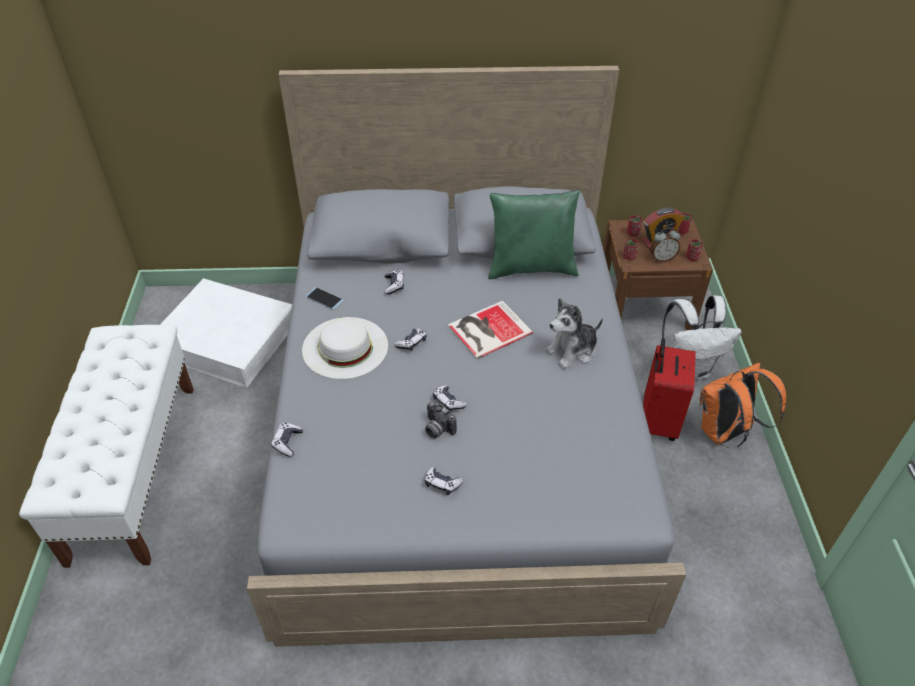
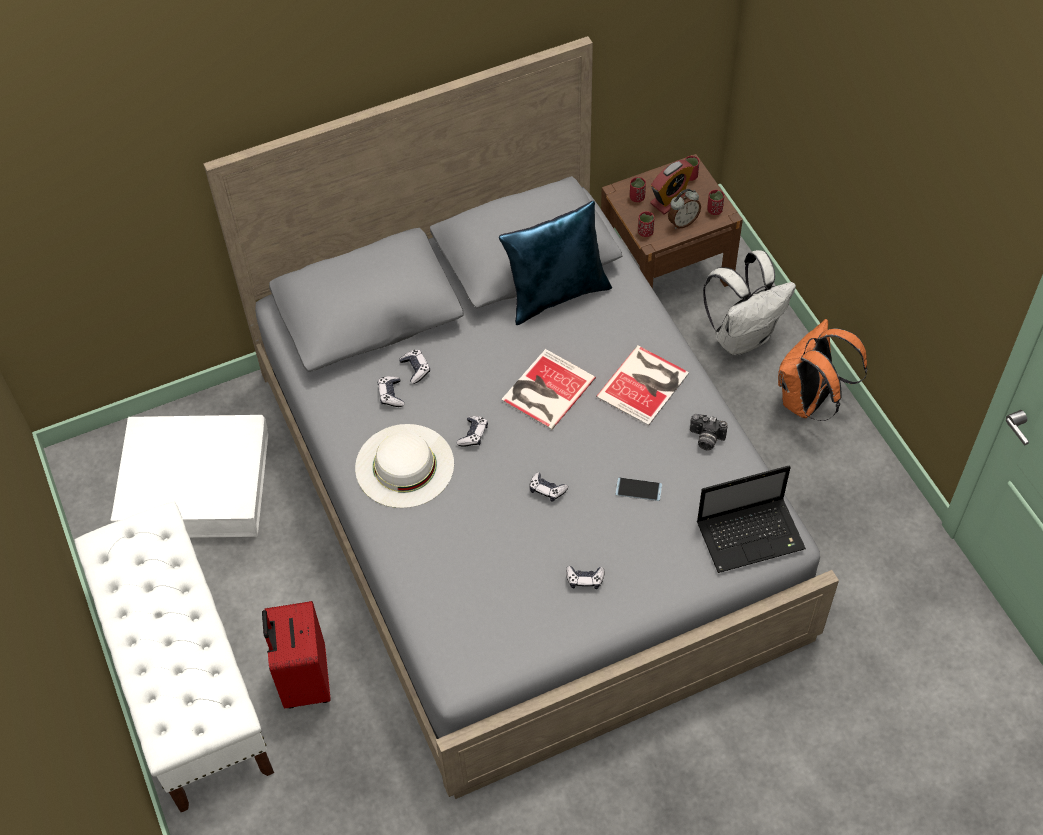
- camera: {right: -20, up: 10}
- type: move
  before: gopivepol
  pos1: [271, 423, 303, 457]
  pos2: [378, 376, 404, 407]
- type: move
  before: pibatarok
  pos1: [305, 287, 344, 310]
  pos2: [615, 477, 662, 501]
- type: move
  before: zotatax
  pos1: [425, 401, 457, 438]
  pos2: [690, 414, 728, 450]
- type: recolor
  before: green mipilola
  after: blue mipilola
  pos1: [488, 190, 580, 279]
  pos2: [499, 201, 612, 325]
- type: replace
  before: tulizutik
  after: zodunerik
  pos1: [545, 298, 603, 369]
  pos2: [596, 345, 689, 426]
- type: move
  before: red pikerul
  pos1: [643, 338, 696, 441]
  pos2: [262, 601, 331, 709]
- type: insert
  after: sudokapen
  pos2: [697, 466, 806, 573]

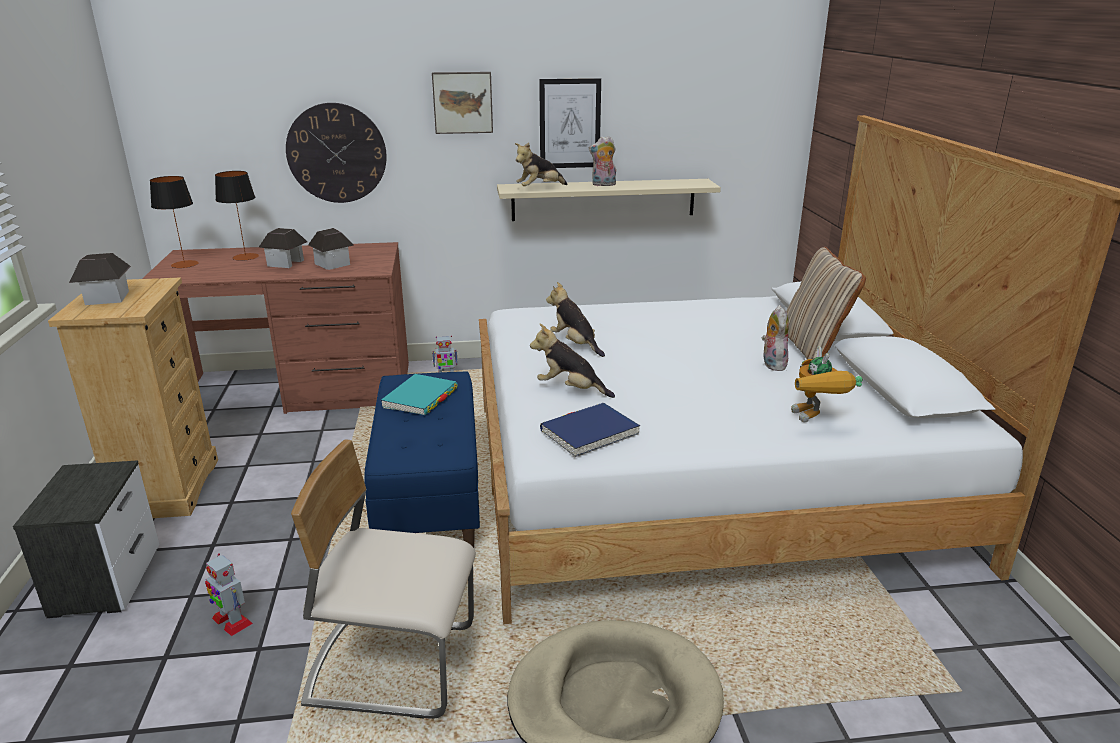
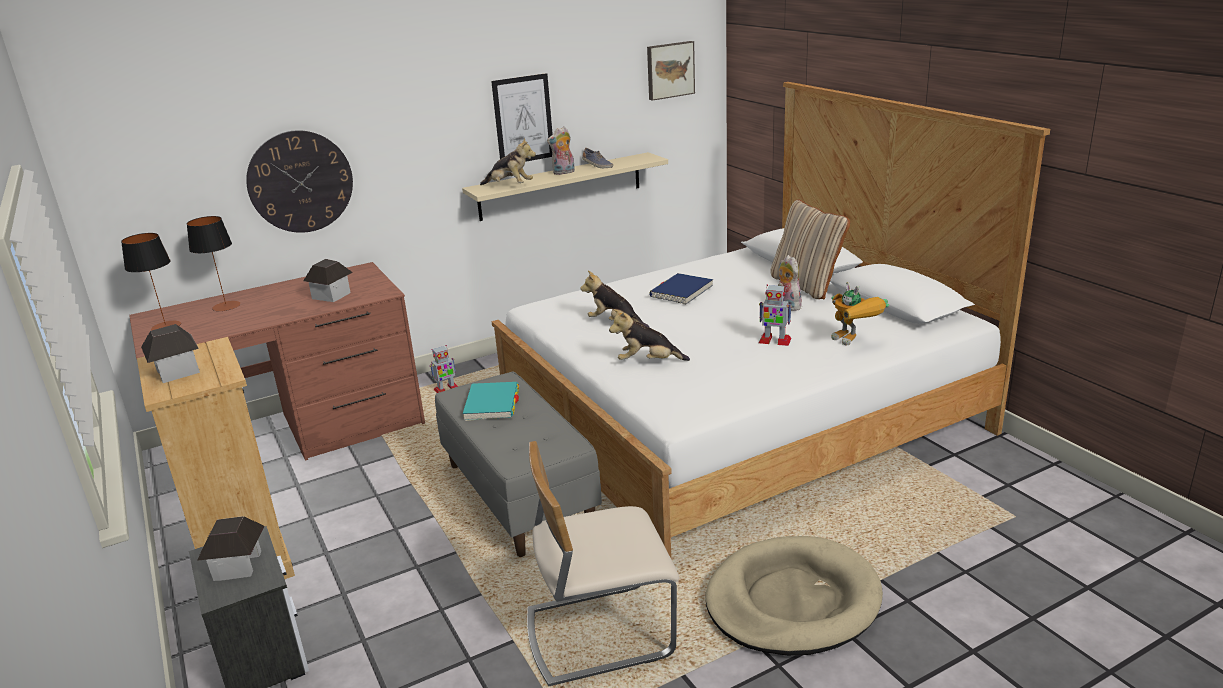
- camera: {right: -20, up: 0}
- type: move
  before: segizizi
  pos1: [205, 553, 253, 636]
  pos2: [759, 284, 792, 346]
- type: move
  before: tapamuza
  pos1: [258, 228, 307, 268]
  pos2: [197, 516, 264, 581]
- type: recolor
  before: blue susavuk
  after: grey susavuk
  pos1: [365, 371, 480, 548]
  pos2: [435, 372, 602, 557]
- type: move
  before: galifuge
  pos1: [432, 72, 493, 134]
  pos2: [647, 41, 695, 101]
- type: rotate
  before: tulizutik
  pos1: [515, 143, 567, 186]
  pos2: [480, 138, 536, 185]
  turn: -105
- type: move
  before: blue zodunerik
  pos1: [540, 403, 640, 457]
  pos2: [649, 273, 713, 305]
- type: insert
  after: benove
  pos2: [582, 148, 613, 168]

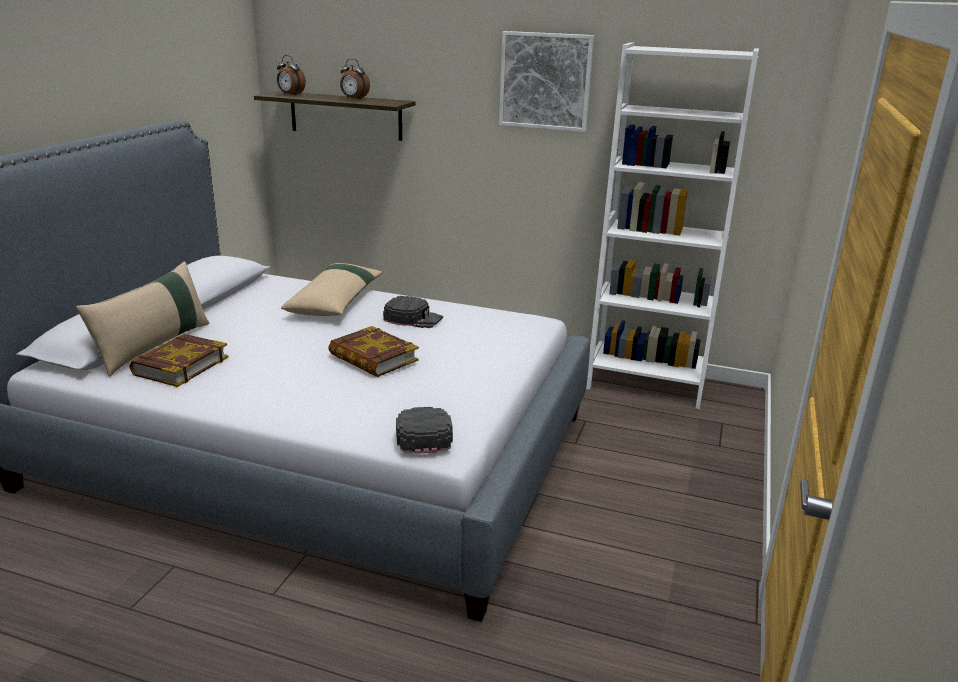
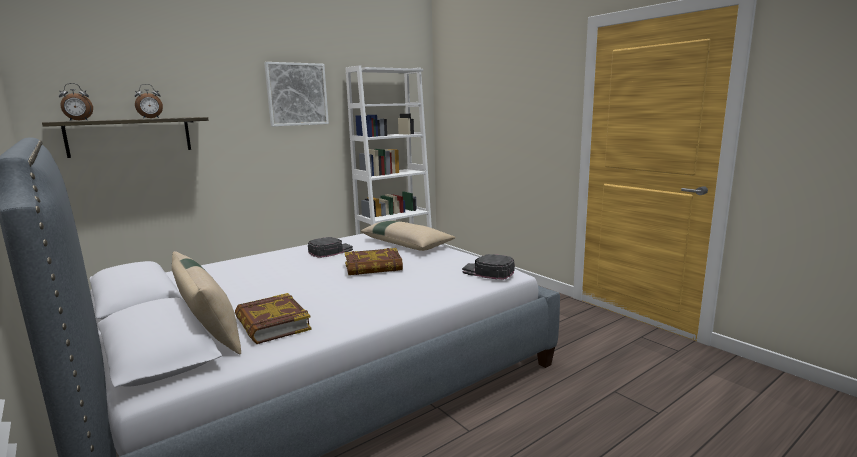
- camera: {right: -55, up: -10}
- type: move
  before: beige mipilola
  pos1: [281, 263, 383, 316]
  pos2: [361, 221, 456, 251]

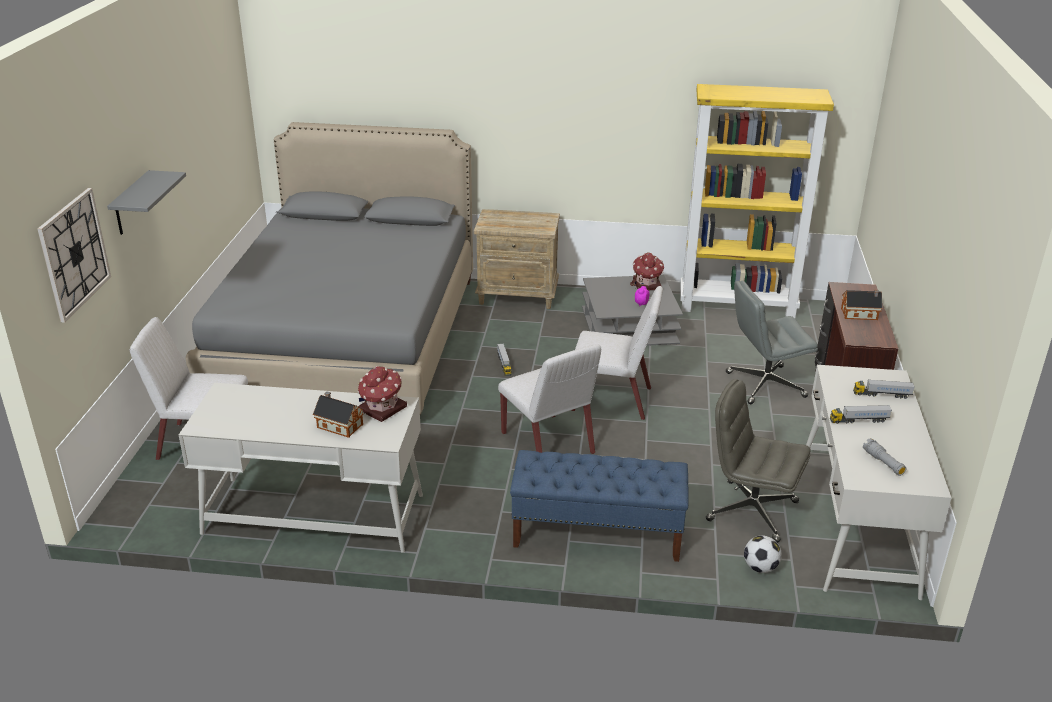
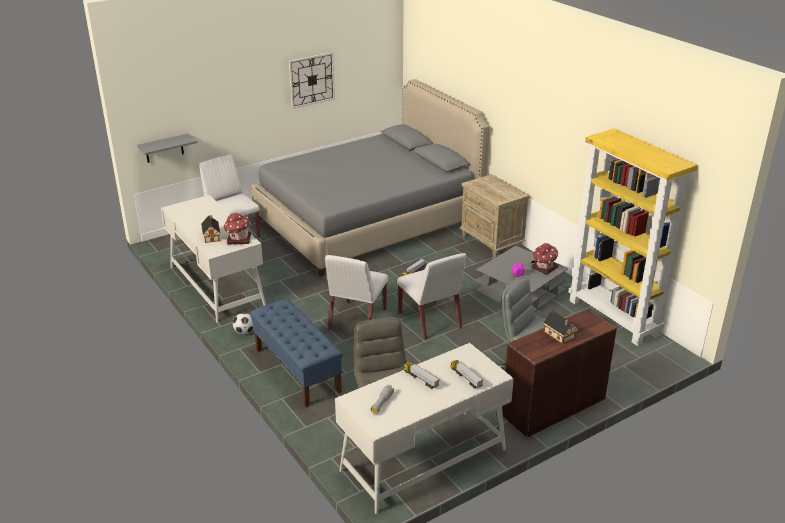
- camera: {right: 50, up: 0}
- type: move
  before: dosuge
  pos1: [37, 188, 111, 323]
  pos2: [289, 52, 335, 109]
- type: move
  before: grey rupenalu
  pos1: [107, 170, 186, 235]
  pos2: [137, 133, 198, 163]
- type: move
  before: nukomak
  pos1: [744, 536, 782, 573]
  pos2: [233, 313, 253, 335]

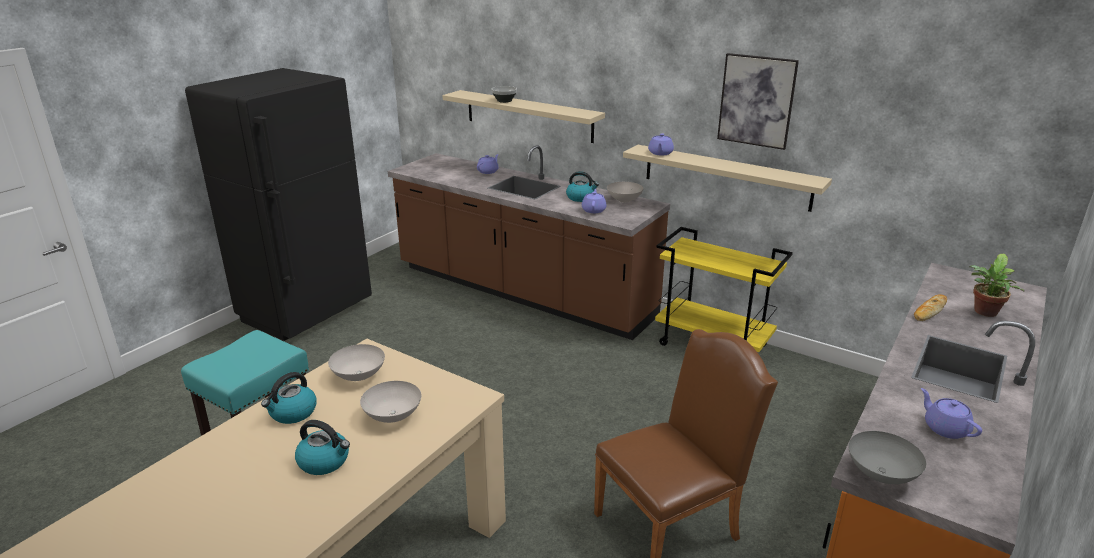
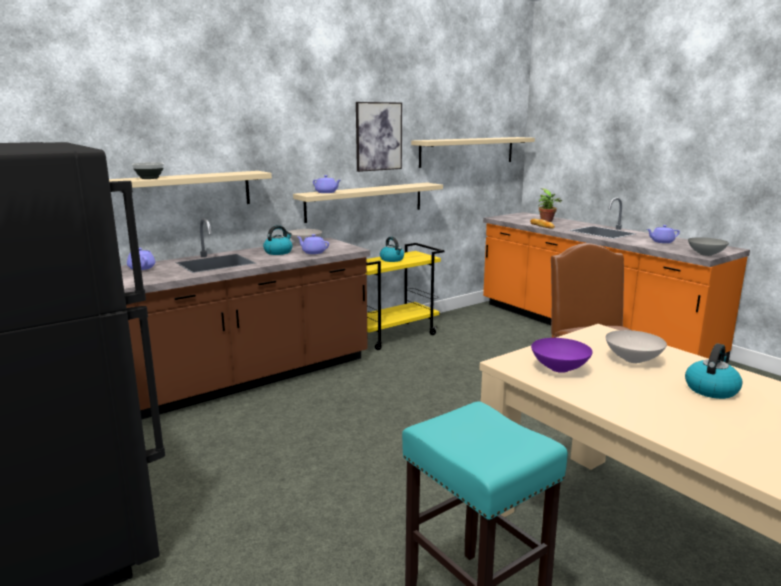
- camera: {right: -70, up: -10}
- type: move
  before: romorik
  pos1: [261, 372, 317, 424]
  pos2: [380, 237, 404, 262]
- type: recolor
  before: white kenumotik
  after: purple kenumotik
  pos1: [328, 344, 385, 381]
  pos2: [531, 338, 593, 373]
- type: insert
  after: beige rupenalu
  pos2: [411, 137, 535, 168]

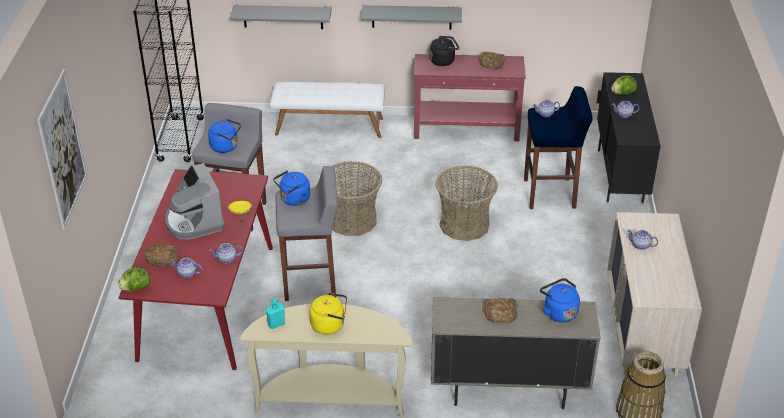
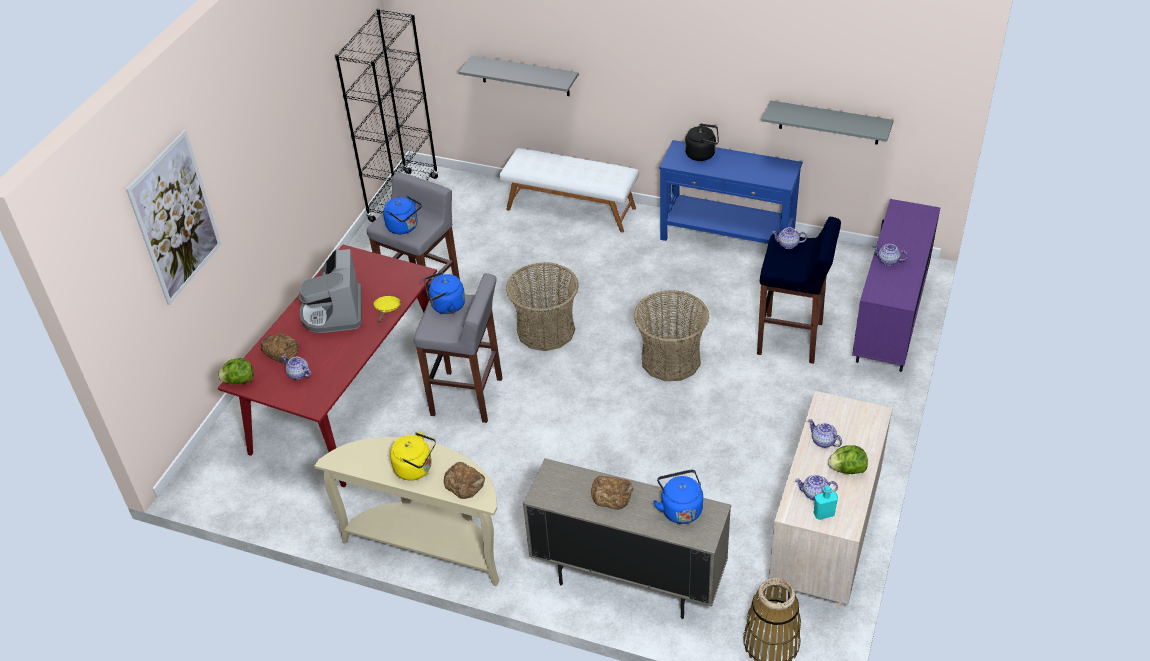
- camera: {right: 20, up: 5}
- type: move
  before: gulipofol
  pos1: [209, 243, 243, 263]
  pos2: [795, 475, 838, 500]
- type: move
  before: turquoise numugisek
  pos1: [266, 298, 285, 329]
  pos2: [814, 486, 838, 520]
- type: move
  before: grey rupenalu
  pos1: [361, 5, 462, 29]
  pos2: [762, 100, 894, 145]
- type: recolor
  before: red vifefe
  after: blue vifefe
  pos1: [414, 54, 526, 141]
  pos2: [659, 140, 802, 244]
- type: move
  before: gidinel
  pos1: [479, 52, 506, 70]
  pos2: [444, 462, 485, 499]
- type: recolor
  before: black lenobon
  after: purple lenobon
  pos1: [597, 72, 661, 203]
  pos2: [852, 199, 940, 372]
- type: move
  before: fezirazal
  pos1: [611, 75, 637, 95]
  pos2: [828, 445, 868, 474]

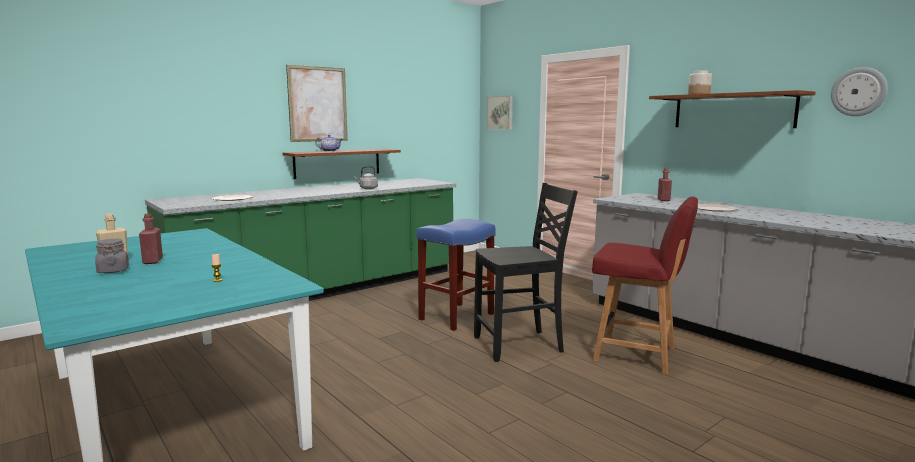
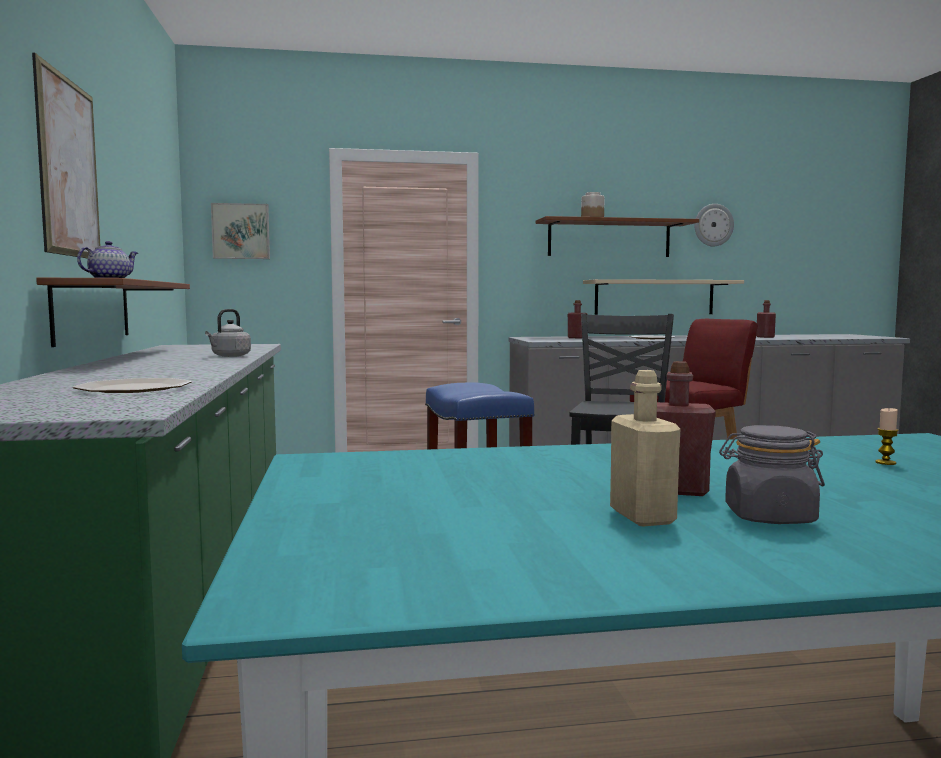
- camera: {right: -60, up: -5}
- type: insert
  after: beige rupenalu
  pos2: [583, 279, 744, 315]
- type: insert
  after: red numugisek
  pos2: [756, 300, 776, 338]

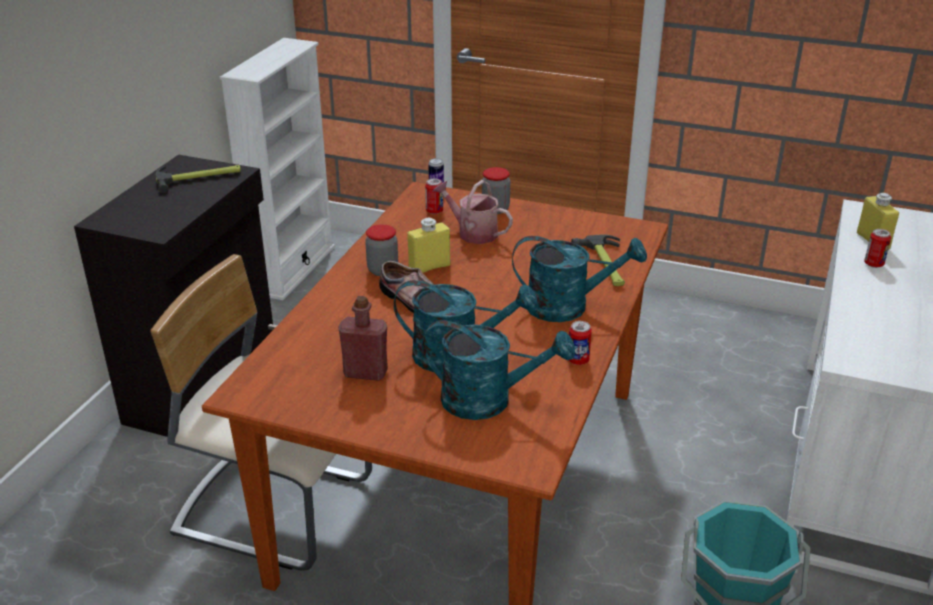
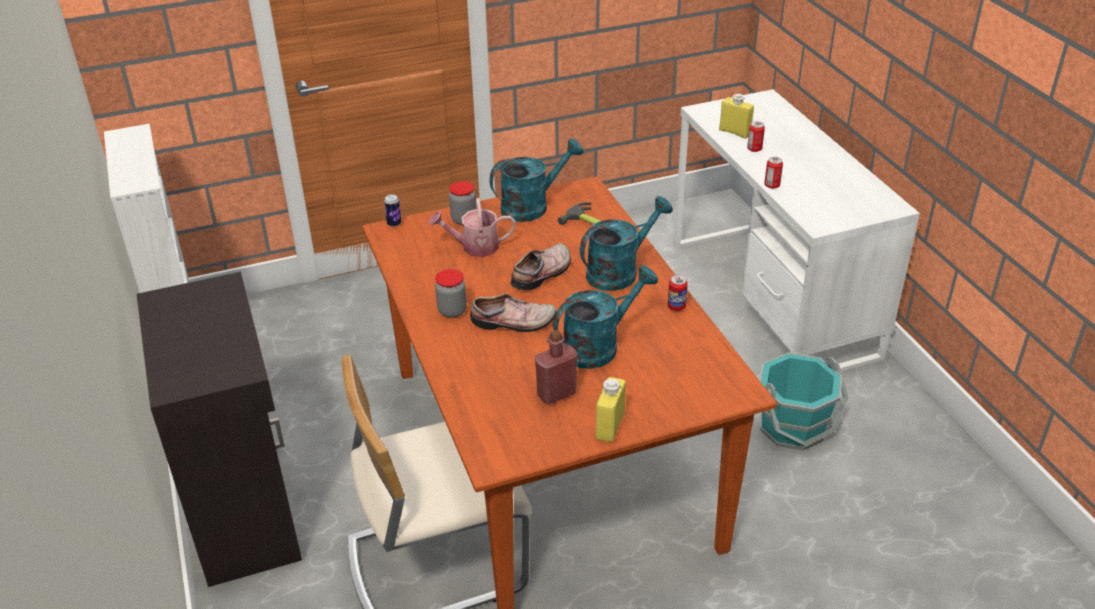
- camera: {right: -40, up: 5}
- type: delete
  before: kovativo
  pos1: [156, 165, 241, 193]
- type: move
  before: yellow numugisek
  pos1: [407, 218, 450, 273]
  pos2: [596, 377, 626, 442]
- type: move
  before: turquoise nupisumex
  pos1: [422, 320, 575, 420]
  pos2: [489, 138, 584, 222]
- type: move
  before: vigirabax
  pos1: [425, 178, 443, 214]
  pos2: [764, 157, 783, 189]
- type: insert
  after: benove
  pos2: [511, 243, 571, 290]

